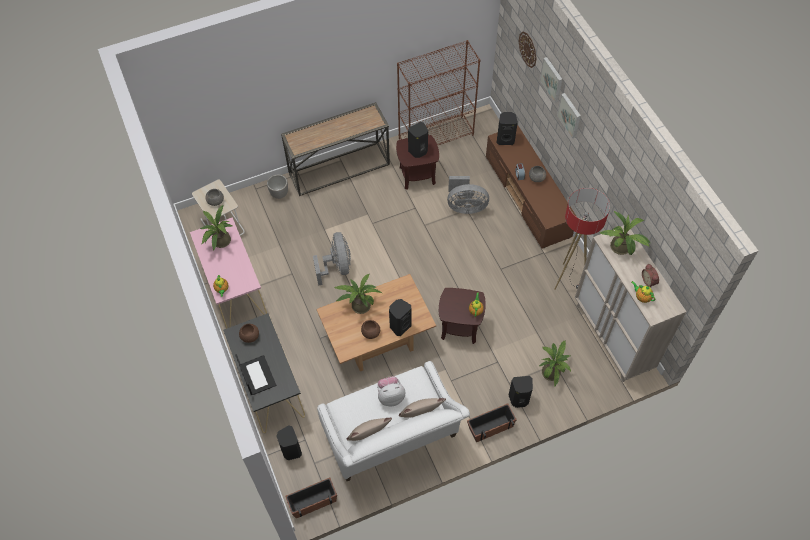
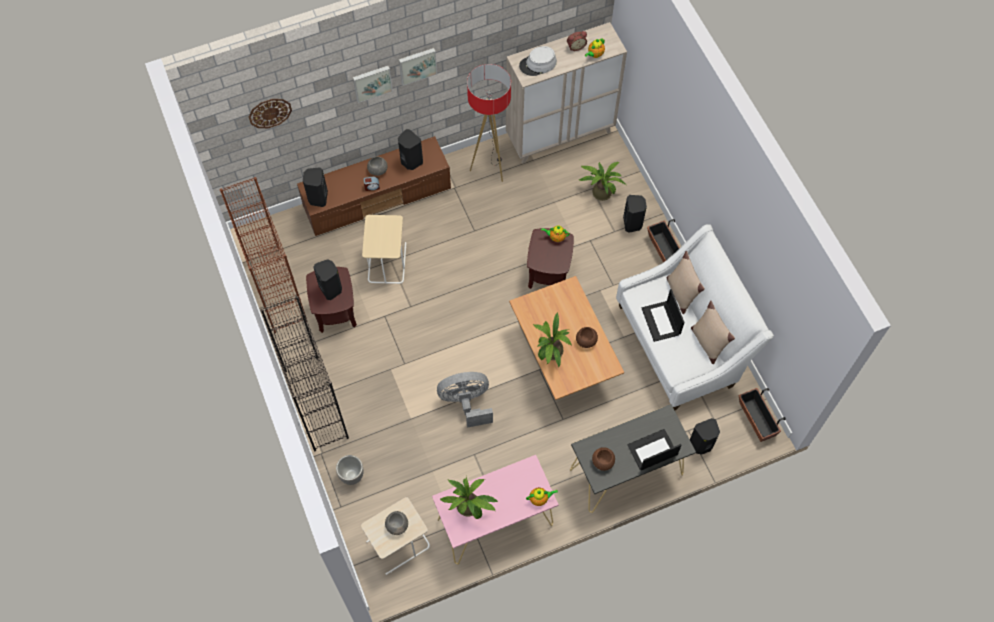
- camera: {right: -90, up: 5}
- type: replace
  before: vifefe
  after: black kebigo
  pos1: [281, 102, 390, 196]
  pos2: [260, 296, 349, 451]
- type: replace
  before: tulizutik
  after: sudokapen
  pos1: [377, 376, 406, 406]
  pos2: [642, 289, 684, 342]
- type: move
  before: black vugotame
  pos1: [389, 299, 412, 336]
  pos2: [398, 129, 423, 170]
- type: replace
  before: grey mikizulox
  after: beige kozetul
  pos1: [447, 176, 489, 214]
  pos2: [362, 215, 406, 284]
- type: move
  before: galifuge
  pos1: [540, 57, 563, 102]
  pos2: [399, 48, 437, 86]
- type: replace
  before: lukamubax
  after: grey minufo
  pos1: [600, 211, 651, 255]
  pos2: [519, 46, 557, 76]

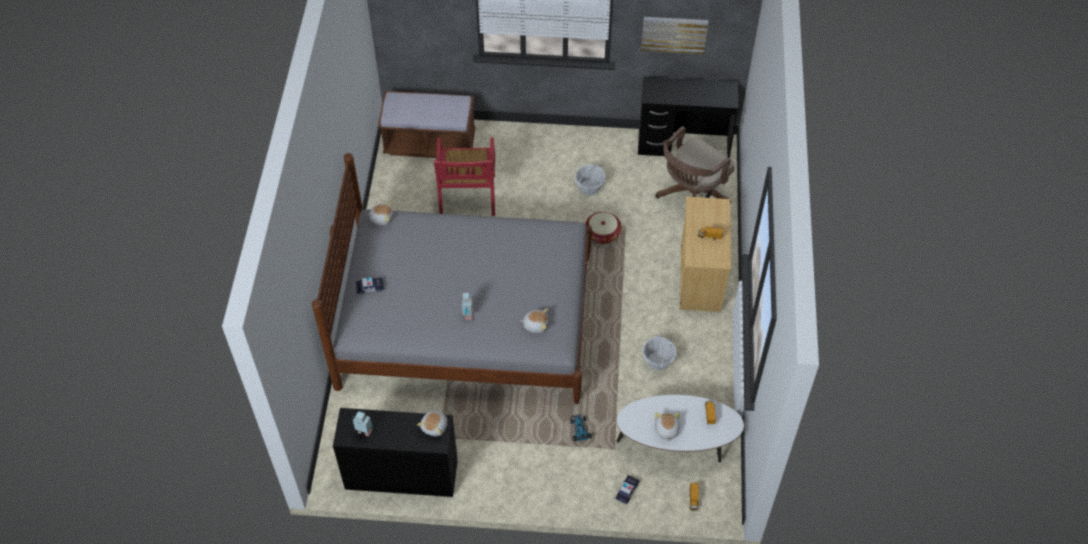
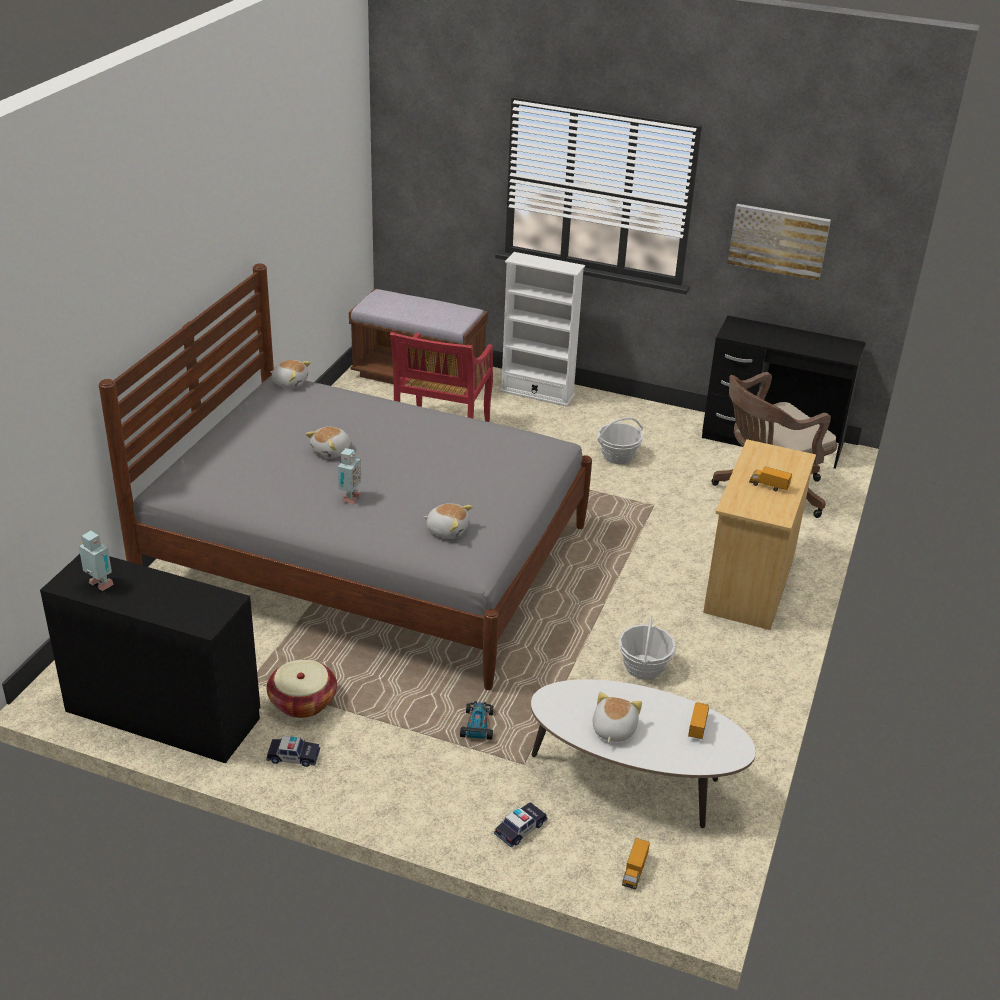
- camera: {right: 15, up: -20}
- type: move
  before: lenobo
  pos1: [356, 277, 384, 294]
  pos2: [266, 736, 320, 767]
- type: move
  before: tulizutik
  pos1: [417, 410, 447, 437]
  pos2: [305, 427, 350, 458]
- type: move
  before: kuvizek
  pos1: [585, 212, 622, 244]
  pos2: [267, 660, 337, 718]
- type: insert
  after: white kebigo
  pos2: [500, 252, 585, 407]

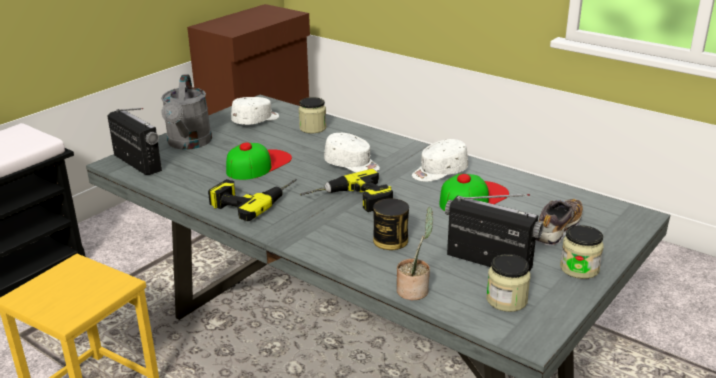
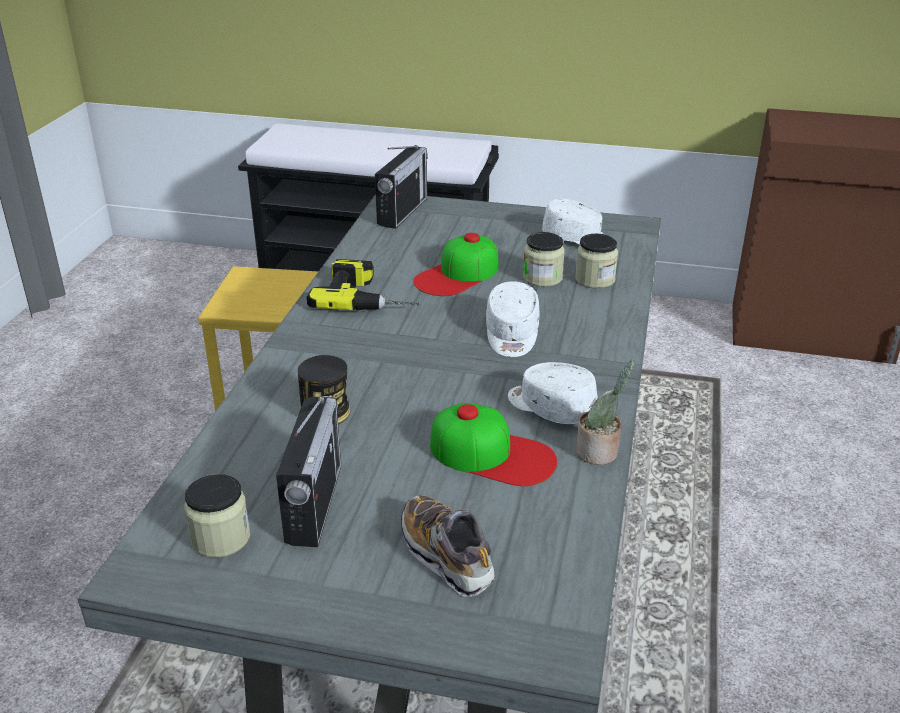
- camera: {right: 65, up: 5}
- type: delete
  before: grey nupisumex
  pos1: [161, 74, 212, 150]
- type: rotate
  before: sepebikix
  pos1: [226, 142, 292, 180]
  pos2: [413, 233, 499, 296]
  turn: 120
- type: delete
  before: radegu
  pos1: [300, 169, 393, 212]
- type: move
  before: lukamubax
  pos1: [397, 207, 433, 300]
  pos2: [576, 360, 635, 465]
- type: rotate
  before: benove
  pos1: [536, 199, 583, 245]
  pos2: [401, 495, 495, 597]
  turn: -135
- type: move
  before: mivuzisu
  pos1: [560, 225, 604, 279]
  pos2: [523, 232, 565, 287]

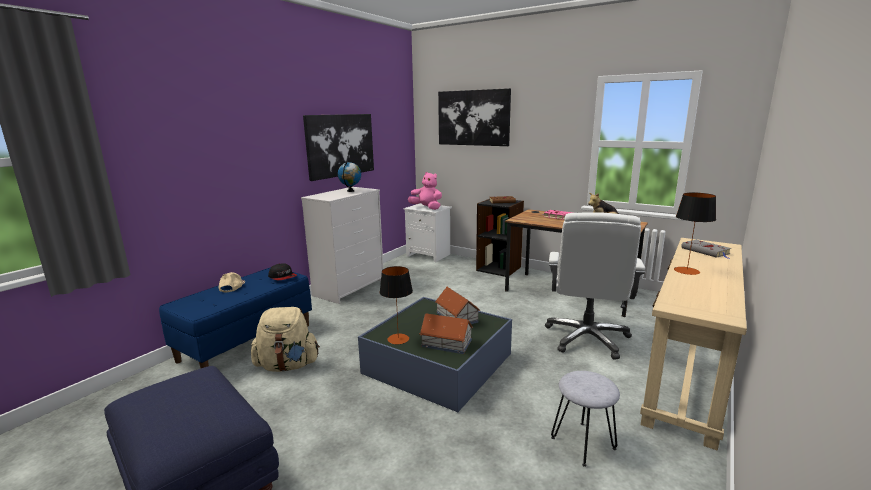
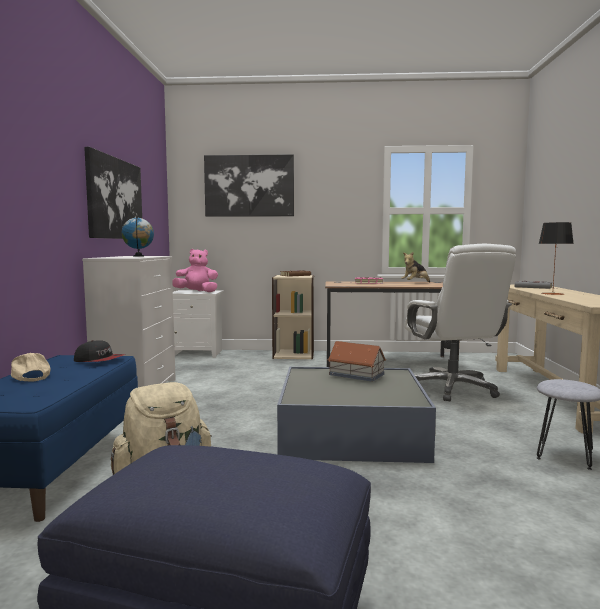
- camera: {right: -30, up: -10}
- type: delete
  before: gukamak
  pos1: [380, 266, 413, 345]
- type: delete
  before: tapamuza
  pos1: [419, 313, 473, 354]
- type: recolor
  before: black kebigo
  after: beige kebigo
  pos1: [476, 199, 524, 277]
  pos2: [272, 275, 314, 359]

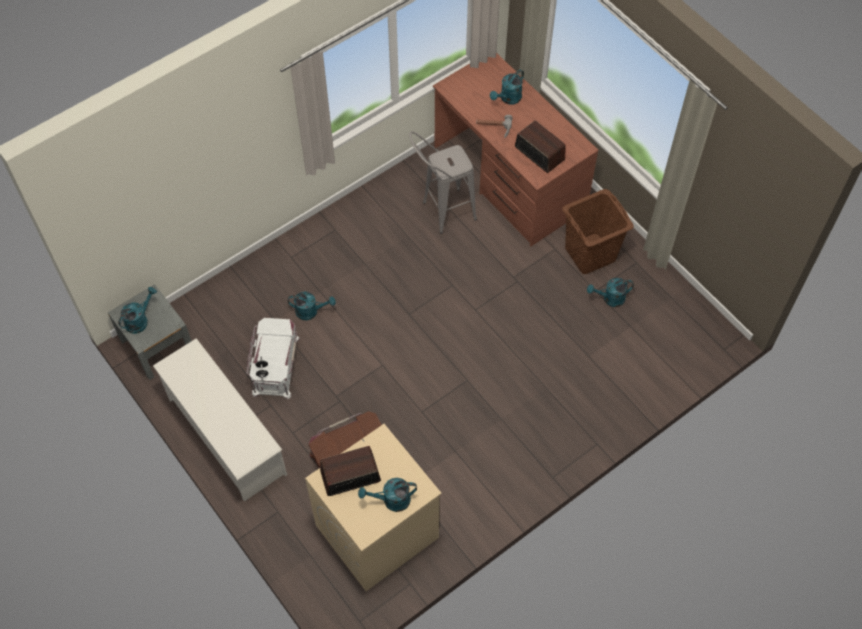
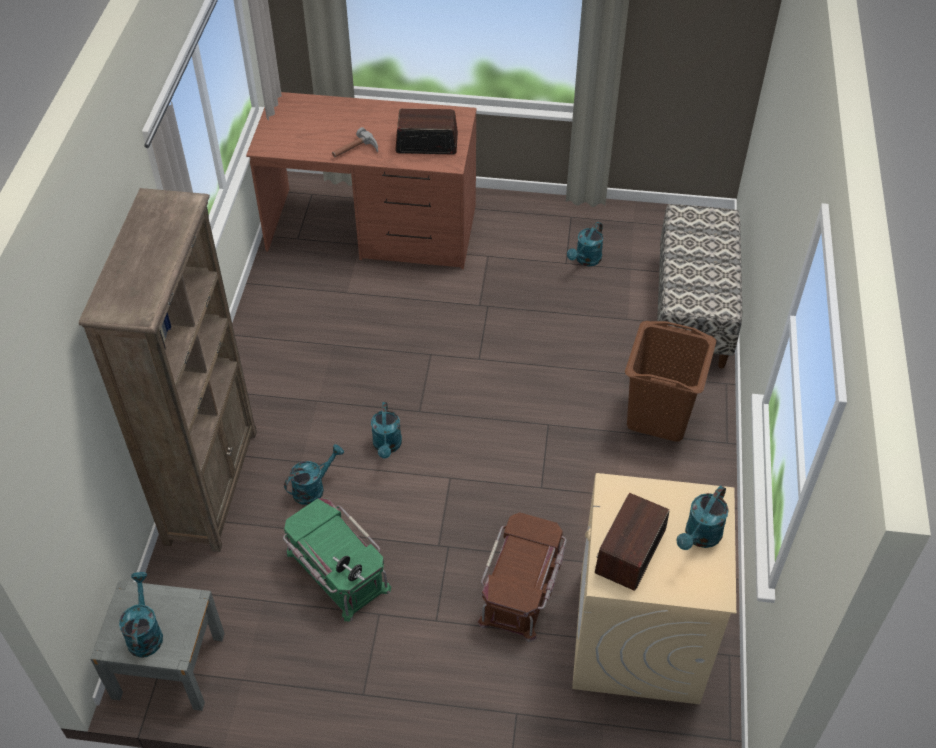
- camera: {right: -45, up: -10}
- type: delete
  before: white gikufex
  pos1: [153, 338, 287, 501]
- type: recolor
  before: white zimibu
  after: green zimibu
  pos1: [246, 318, 300, 399]
  pos2: [283, 498, 391, 622]
- type: delete
  before: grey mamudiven
  pos1: [409, 131, 477, 234]
- type: move
  before: turquoise nupisumex
  pos1: [490, 69, 524, 105]
  pos2: [371, 402, 402, 459]
- type: move
  before: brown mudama
  pos1: [562, 189, 634, 274]
  pos2: [625, 321, 716, 442]
- type: insert
  after: brown kebigo
  pos2: [79, 188, 257, 552]
- type: insert
  after: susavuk
  pos2: [656, 204, 742, 369]

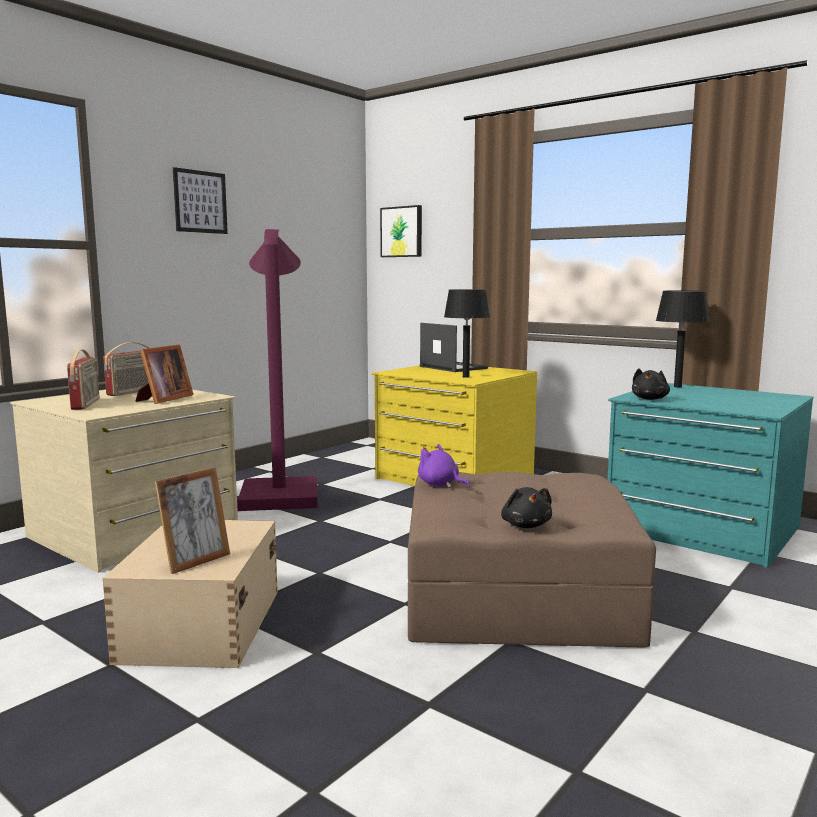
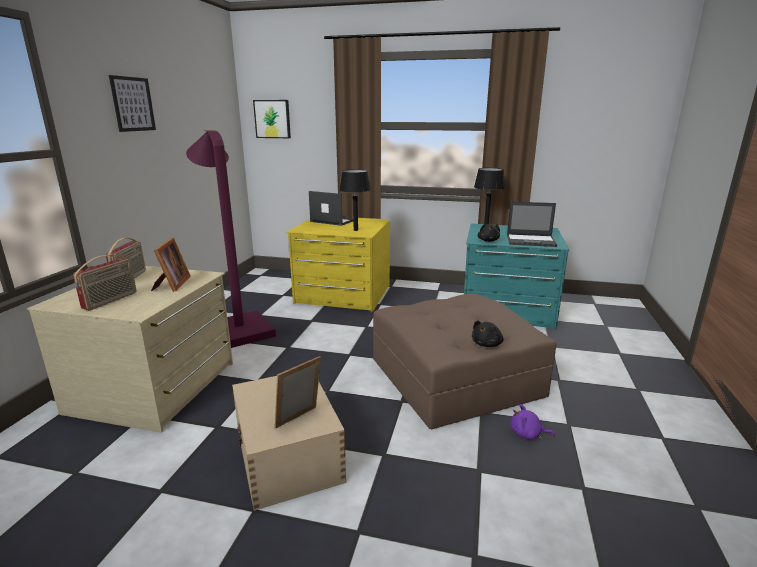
- camera: {right: -25, up: 10}
- type: rotate
  before: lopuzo
  pos1: [67, 349, 99, 410]
  pos2: [73, 255, 137, 310]
  turn: 60
- type: rotate
  before: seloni
  pos1: [155, 467, 230, 574]
  pos2: [275, 356, 321, 428]
  turn: -150
- type: move
  before: purple tulizutik
  pos1: [418, 444, 470, 488]
  pos2: [510, 404, 555, 440]
- type: rotate
  before: black tulizutik
  pos1: [501, 487, 552, 528]
  pos2: [472, 321, 504, 347]
  turn: 75
- type: insert
  after: sudokapen
  pos2: [507, 202, 557, 247]

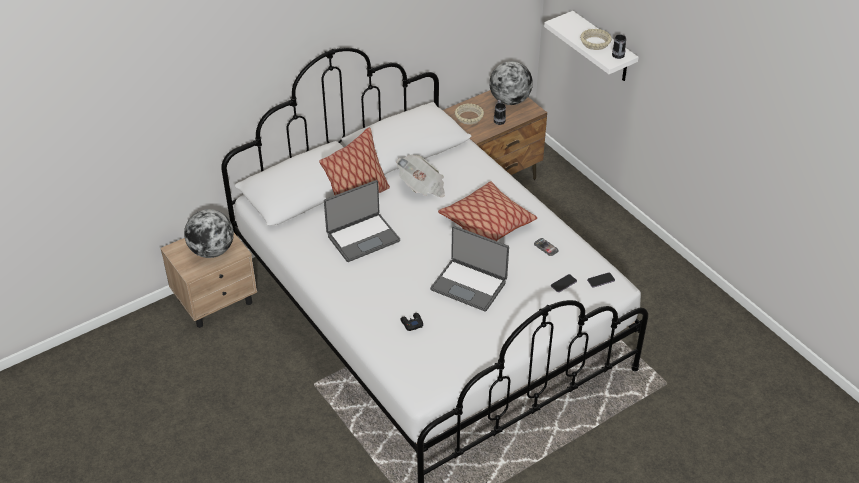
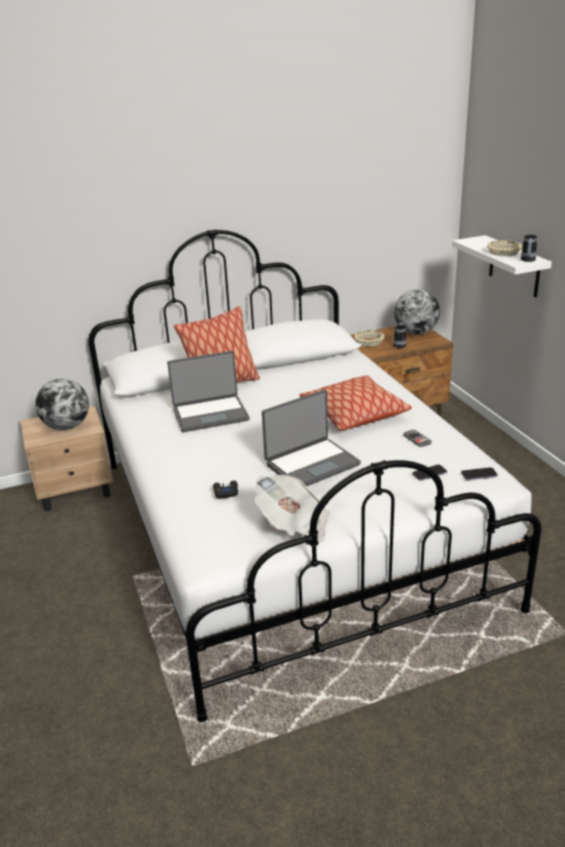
- camera: {right: 15, up: -15}
- type: move
  before: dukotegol
  pos1: [396, 155, 445, 197]
  pos2: [255, 475, 330, 542]
- type: rotate
  before: sudokapen
  pos1: [430, 226, 509, 312]
  pos2: [262, 390, 361, 486]
  turn: -75

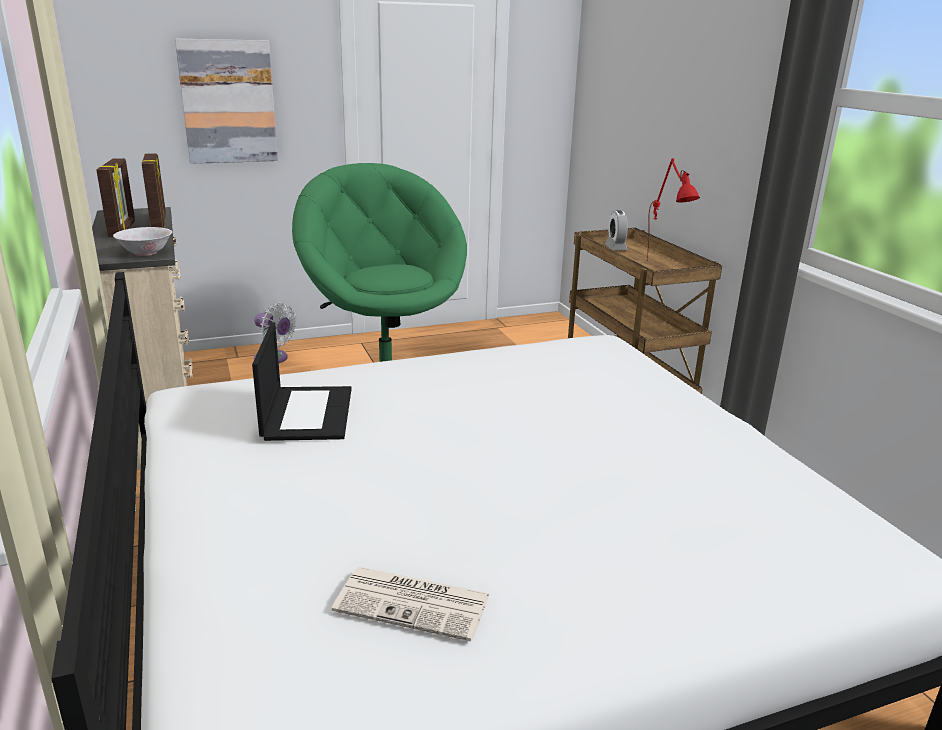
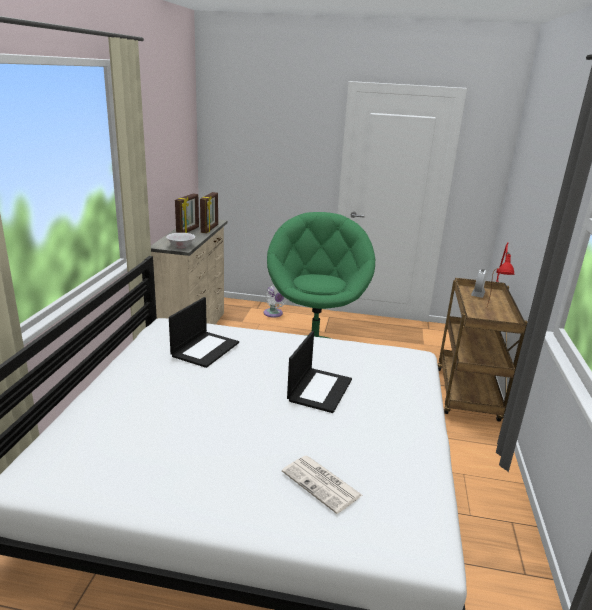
- camera: {right: 30, up: 0}
- type: delete
  before: galifuge
  pos1: [175, 39, 278, 164]
- type: move
  before: dukotegol
  pos1: [332, 567, 490, 641]
  pos2: [282, 456, 362, 514]
- type: insert
  after: sudokapen
  pos2: [287, 331, 352, 413]

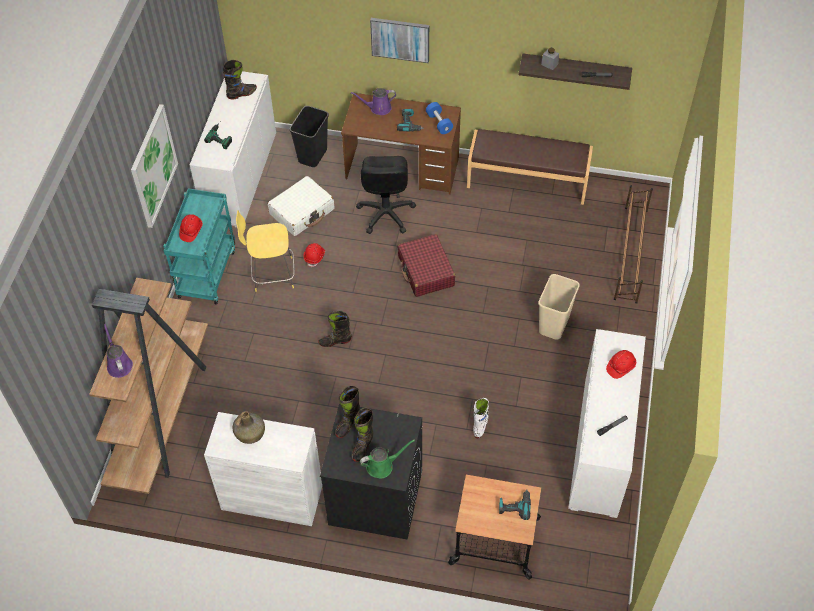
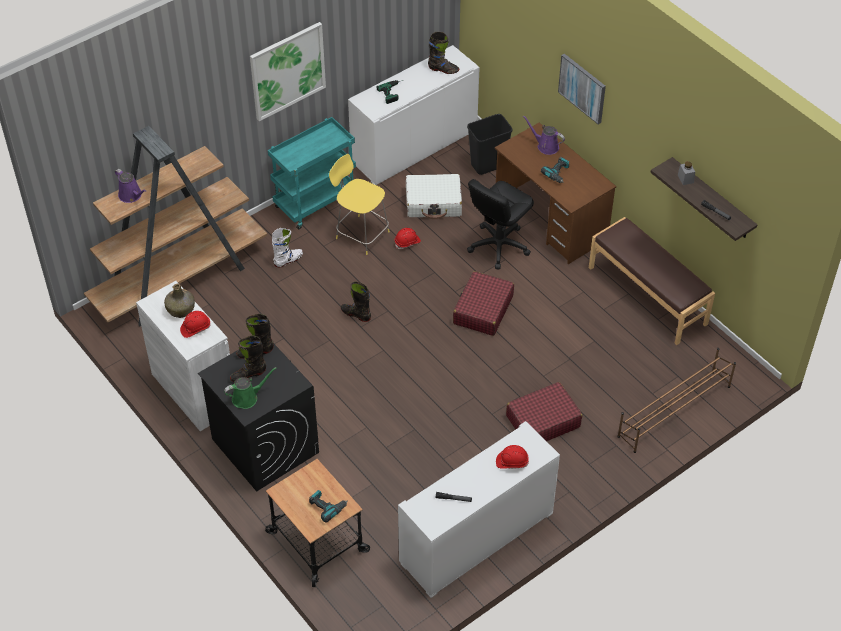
- camera: {right: 40, up: -5}
- type: rotate
  before: purple nupisumex
  pos1: [104, 324, 133, 378]
  pos2: [115, 169, 146, 203]
  turn: 120
- type: move
  before: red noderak
  pos1: [179, 214, 203, 242]
  pos2: [180, 311, 211, 338]
- type: rotate
  before: green nupisumex
  pos1: [360, 440, 415, 478]
  pos2: [224, 367, 277, 409]
  turn: -45
- type: delete
  before: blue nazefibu
  pos1: [426, 102, 453, 134]
- type: move
  before: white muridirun
  pos1: [473, 398, 489, 438]
  pos2: [272, 228, 303, 267]
- type: replace
  before: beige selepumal
  after: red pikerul
  pos1: [538, 274, 580, 340]
  pos2: [506, 382, 582, 441]

